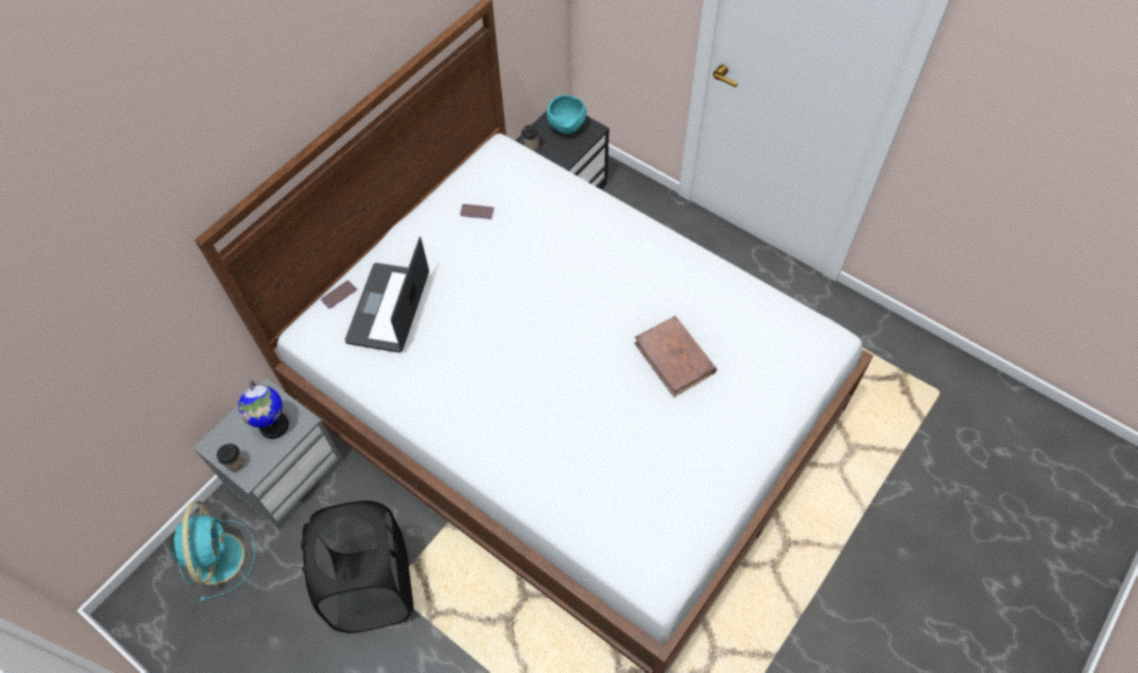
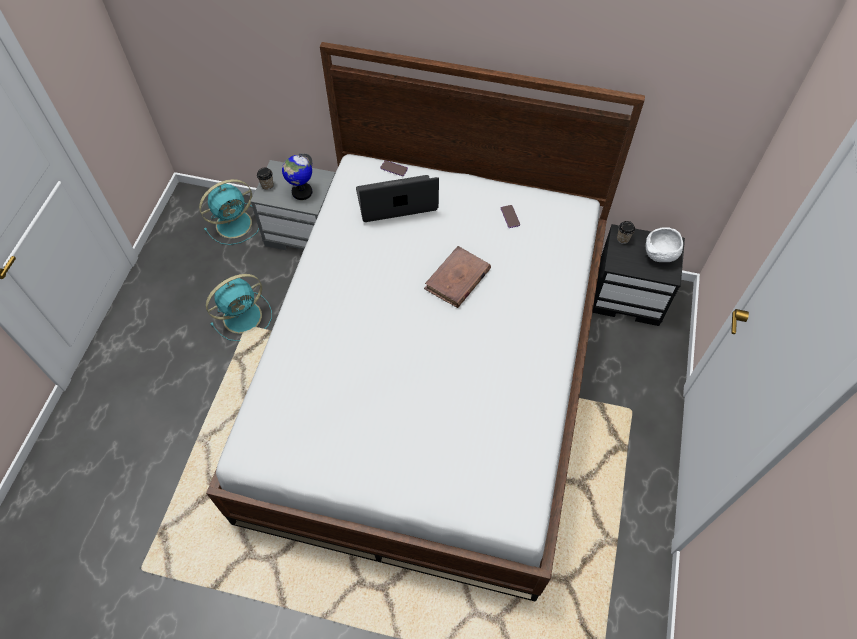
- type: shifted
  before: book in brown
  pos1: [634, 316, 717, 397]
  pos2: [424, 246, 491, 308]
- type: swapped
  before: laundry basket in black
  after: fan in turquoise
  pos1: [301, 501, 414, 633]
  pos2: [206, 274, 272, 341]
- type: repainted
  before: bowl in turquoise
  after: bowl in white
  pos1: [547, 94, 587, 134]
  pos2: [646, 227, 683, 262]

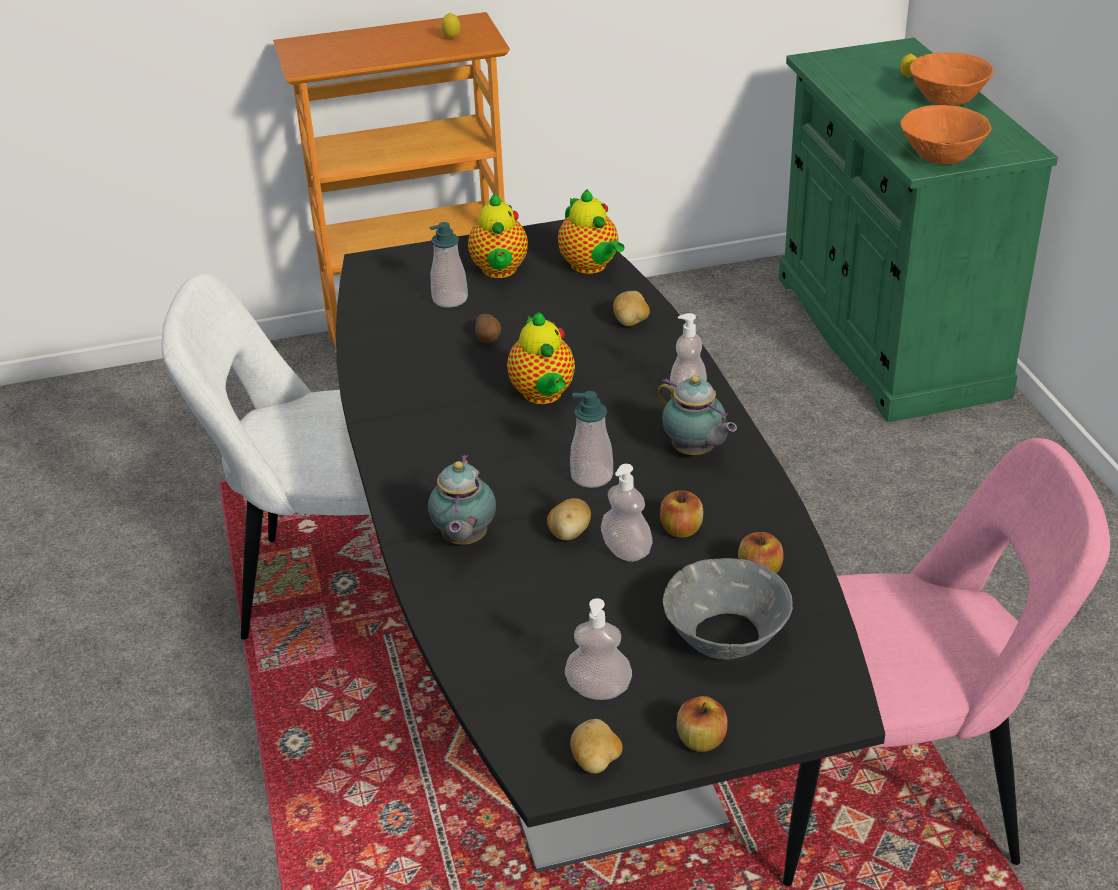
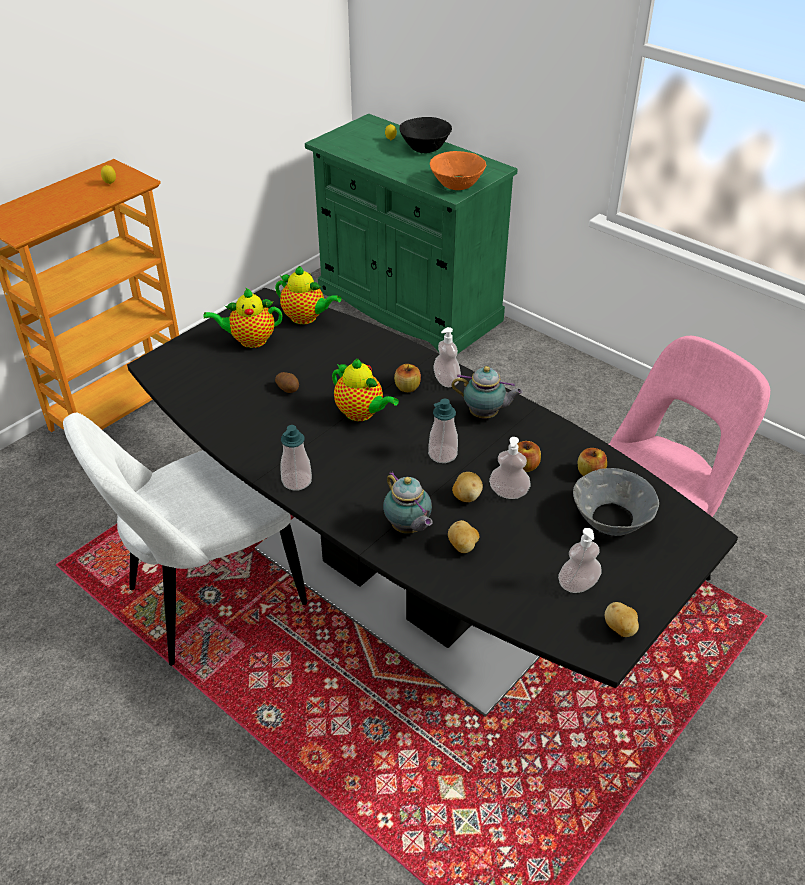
- type: shifted
  before: soap dispenser
  pos1: [429, 222, 468, 308]
  pos2: [280, 425, 312, 491]
- type: shifted
  before: potato
  pos1: [613, 291, 650, 326]
  pos2: [448, 520, 479, 553]
- type: shifted
  before: apple
  pos1: [676, 696, 728, 752]
  pos2: [394, 364, 421, 392]
- type: repainted
  before: bowl in orange
  after: bowl in black
  pos1: [910, 52, 993, 106]
  pos2: [399, 117, 452, 153]
- type: rotated
  before: teapot
  pos1: [468, 193, 528, 278]
  pos2: [204, 288, 282, 348]
  turn: 120

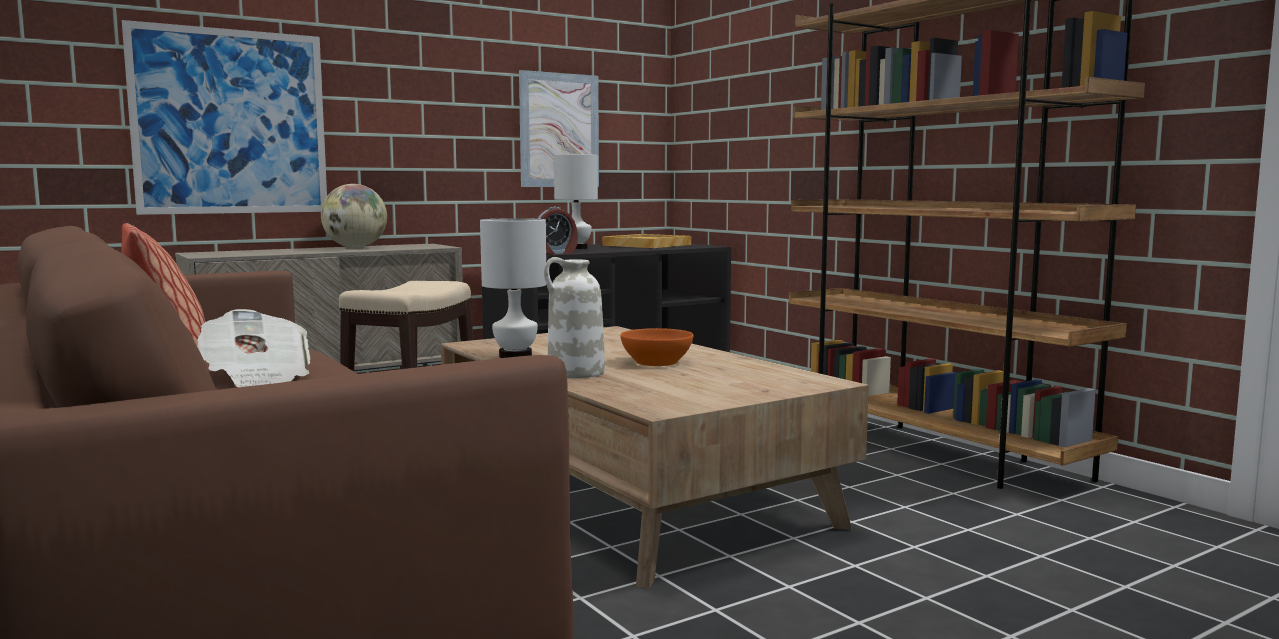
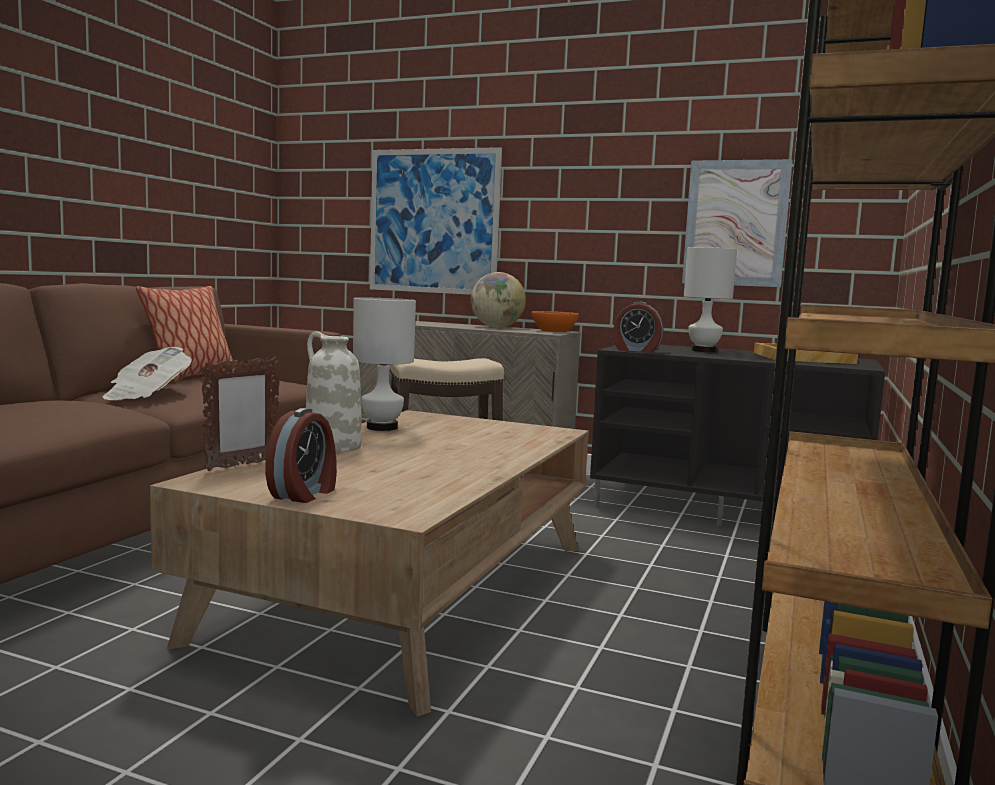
- type: new
  after: picture frame
  pos2: [201, 356, 280, 471]
- type: new
  after: alarm clock
  pos2: [265, 408, 337, 503]
- type: shifted
  before: bowl in orange
  pos1: [620, 328, 693, 366]
  pos2: [532, 311, 579, 332]

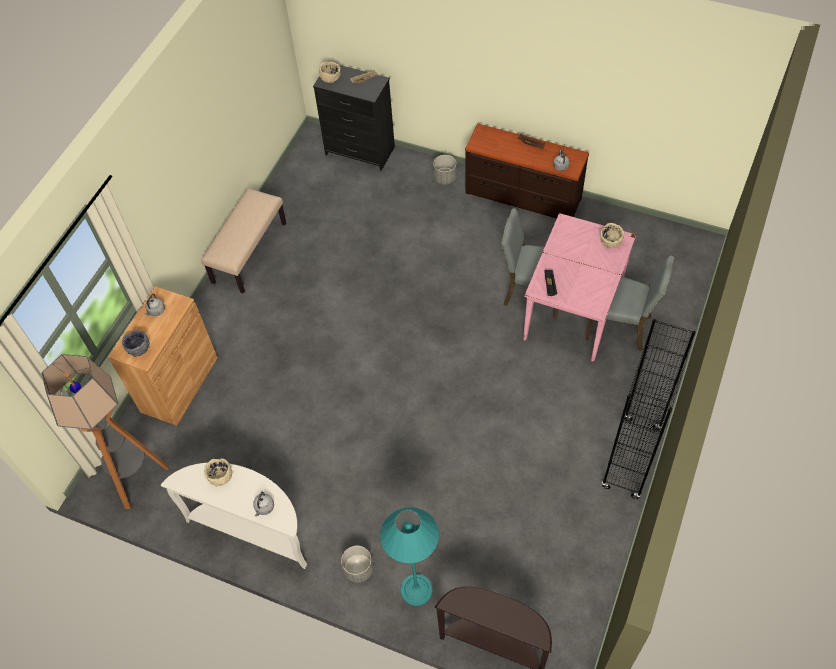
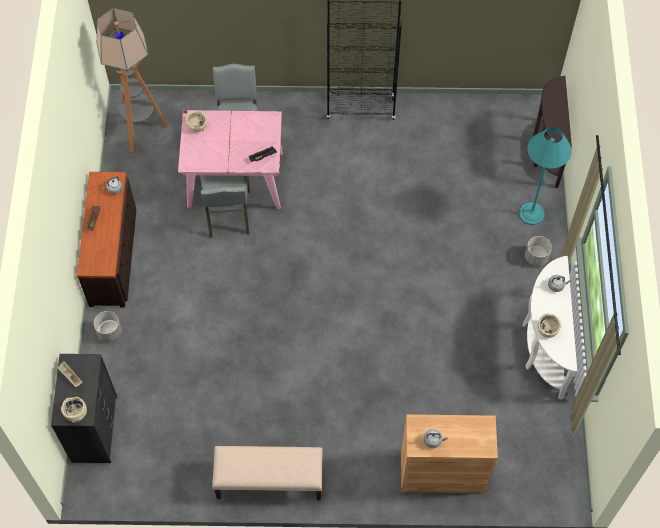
- type: gone
  before: bowl in grey
  pos1: [122, 330, 150, 357]
- type: shifted
  before: floor lamp
  pos1: [41, 354, 169, 509]
  pos2: [97, 8, 168, 152]

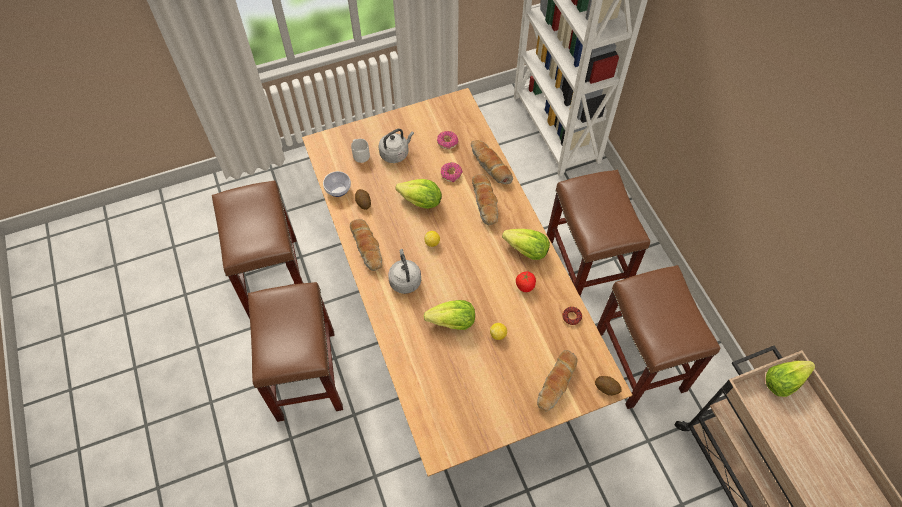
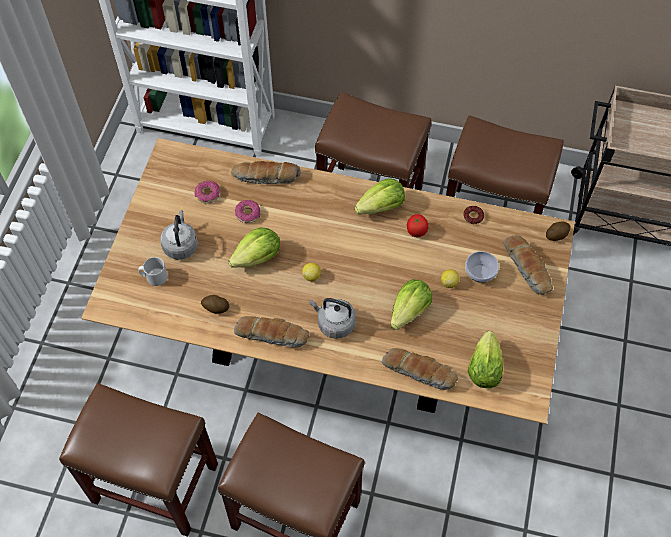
- type: shifted
  before: bowl
  pos1: [323, 171, 351, 197]
  pos2: [465, 251, 499, 283]
- type: shifted
  before: bread
  pos1: [472, 174, 498, 225]
  pos2: [382, 348, 458, 390]
- type: shifted
  before: lettuce
  pos1: [766, 361, 815, 397]
  pos2: [468, 331, 503, 388]

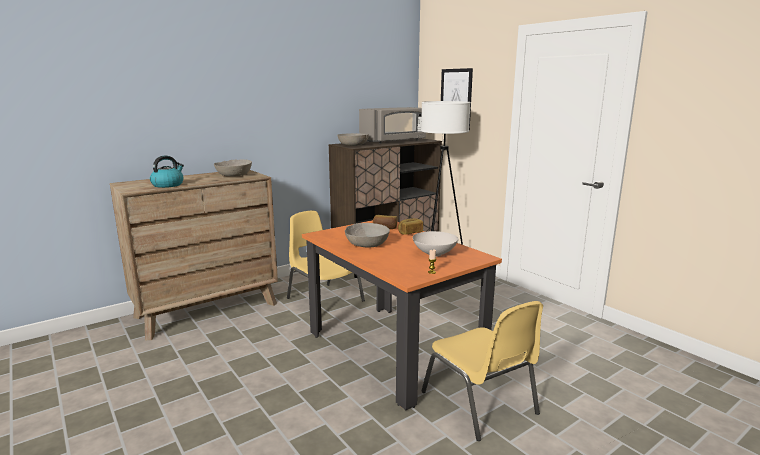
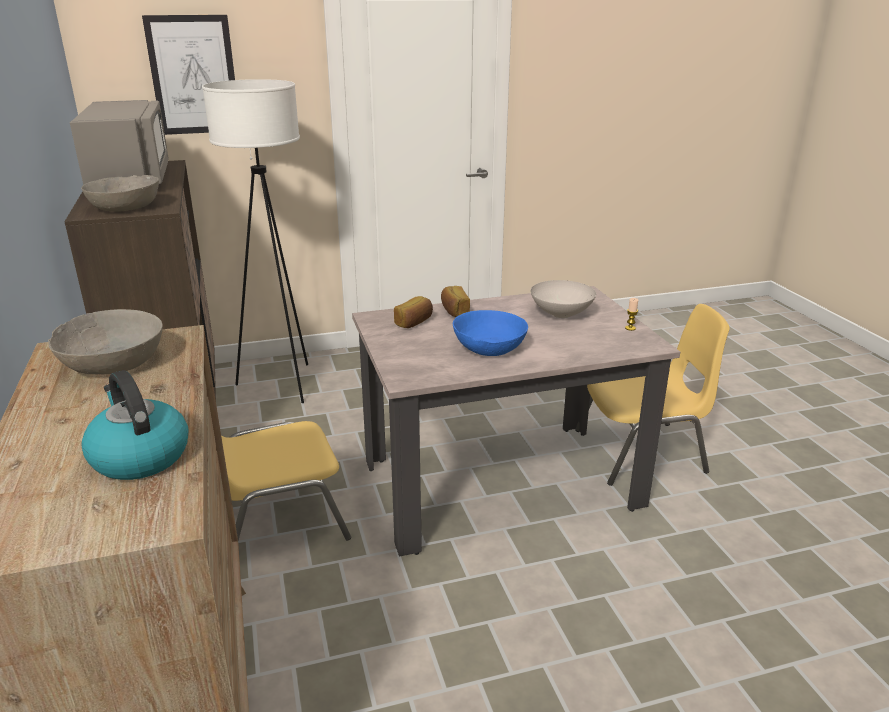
- type: repainted
  before: dining table in orange
  after: dining table in beige
  pos1: [302, 220, 502, 410]
  pos2: [352, 286, 680, 556]
- type: repainted
  before: bowl in grey
  after: bowl in blue
  pos1: [345, 223, 390, 248]
  pos2: [453, 310, 528, 356]

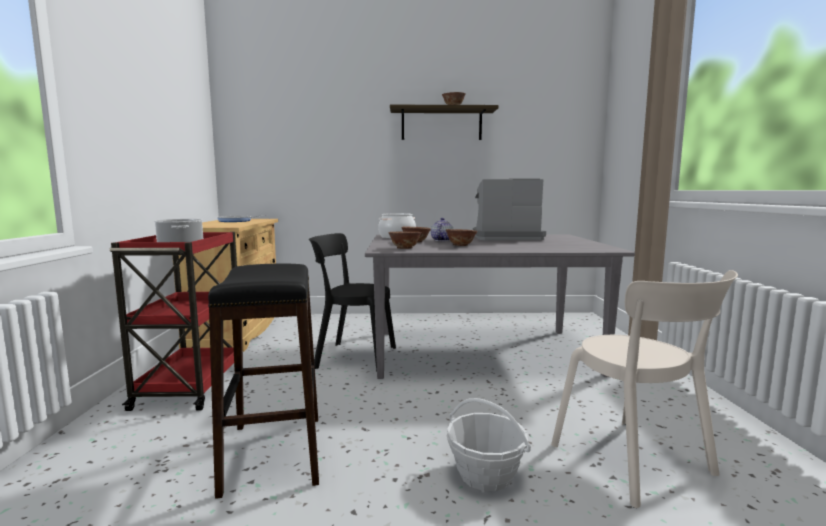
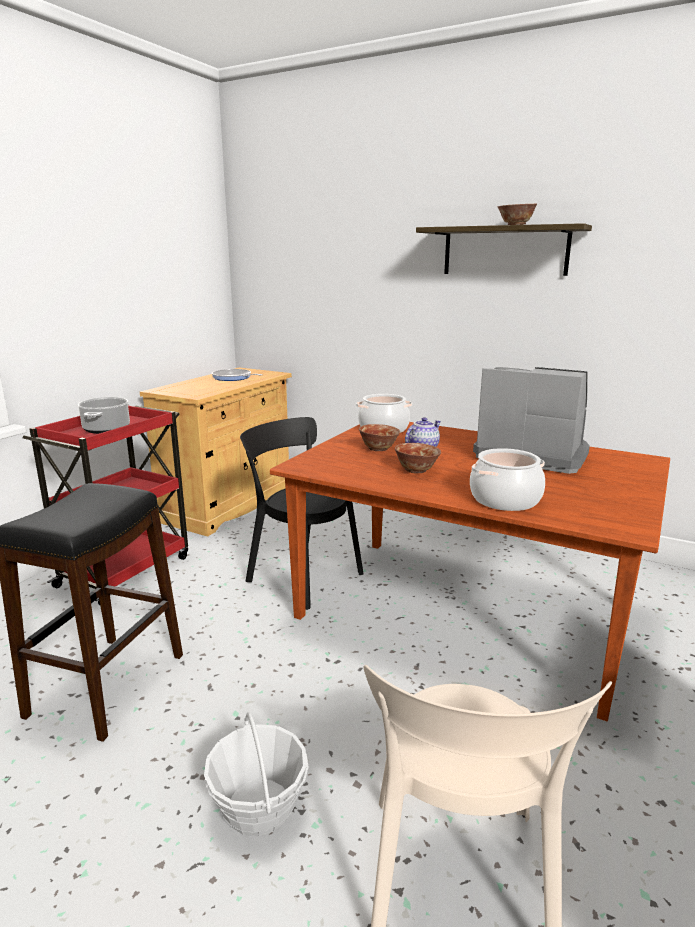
- type: gone
  before: bowl
  pos1: [388, 232, 422, 249]
- type: new
  after: cooking pot
  pos2: [470, 448, 545, 511]
- type: repainted
  before: dining table in grey
  after: dining table in brown
  pos1: [365, 234, 635, 379]
  pos2: [270, 422, 670, 721]

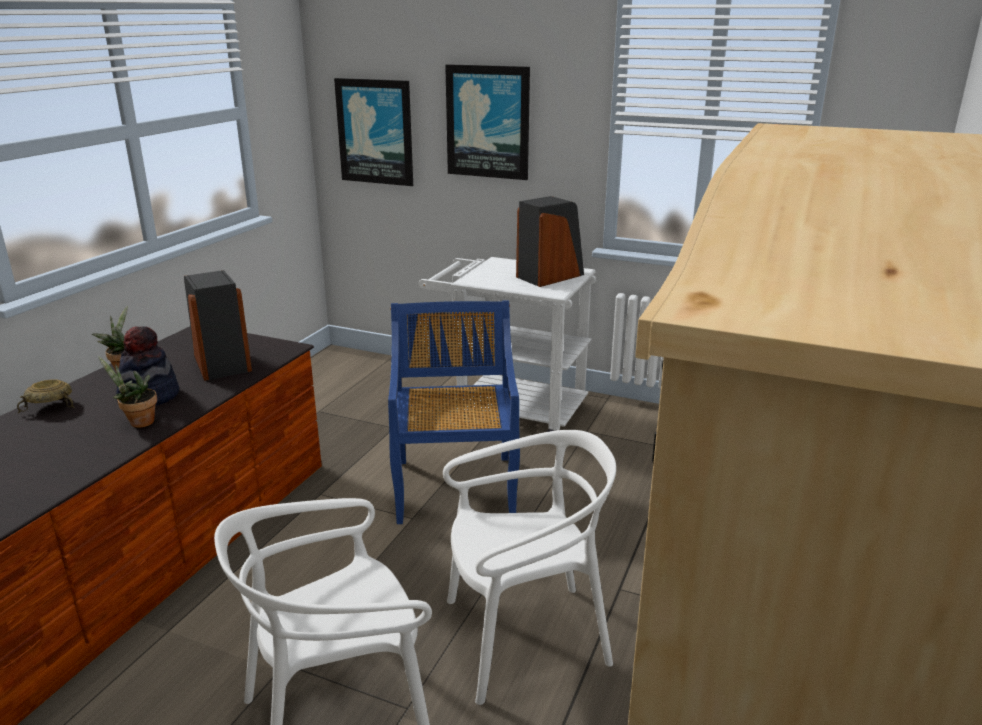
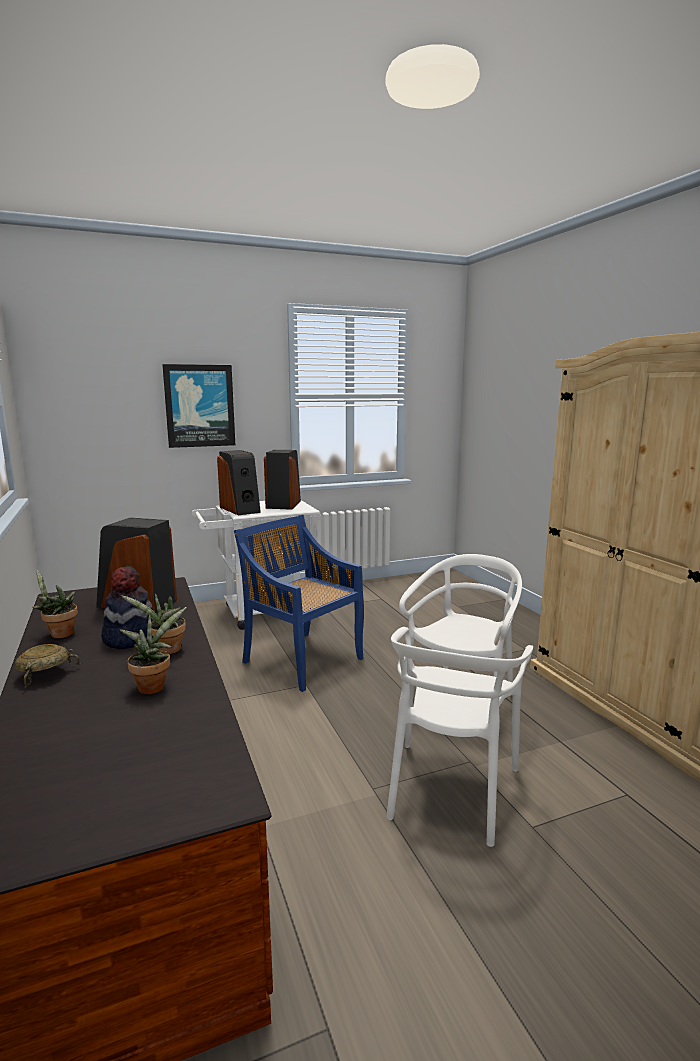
- type: gone
  before: picture
  pos1: [334, 78, 413, 186]
- type: new
  after: potted plant
  pos2: [120, 607, 187, 694]
- type: new
  after: speaker
  pos2: [217, 450, 261, 515]

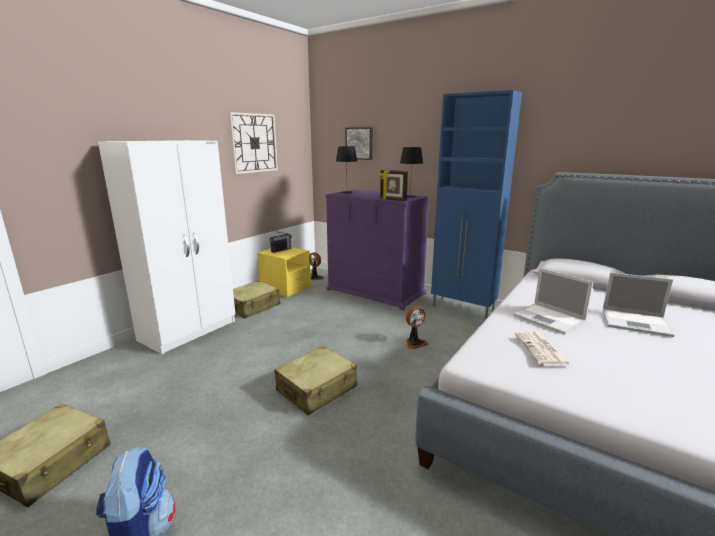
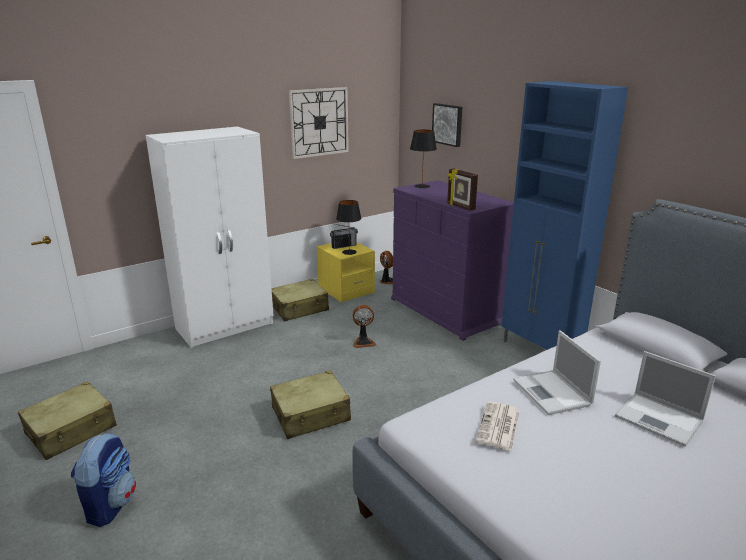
- type: shifted
  before: table lamp in black
  pos1: [400, 147, 423, 198]
  pos2: [336, 200, 361, 255]
- type: shifted
  before: fan
  pos1: [406, 306, 428, 350]
  pos2: [352, 305, 376, 348]

